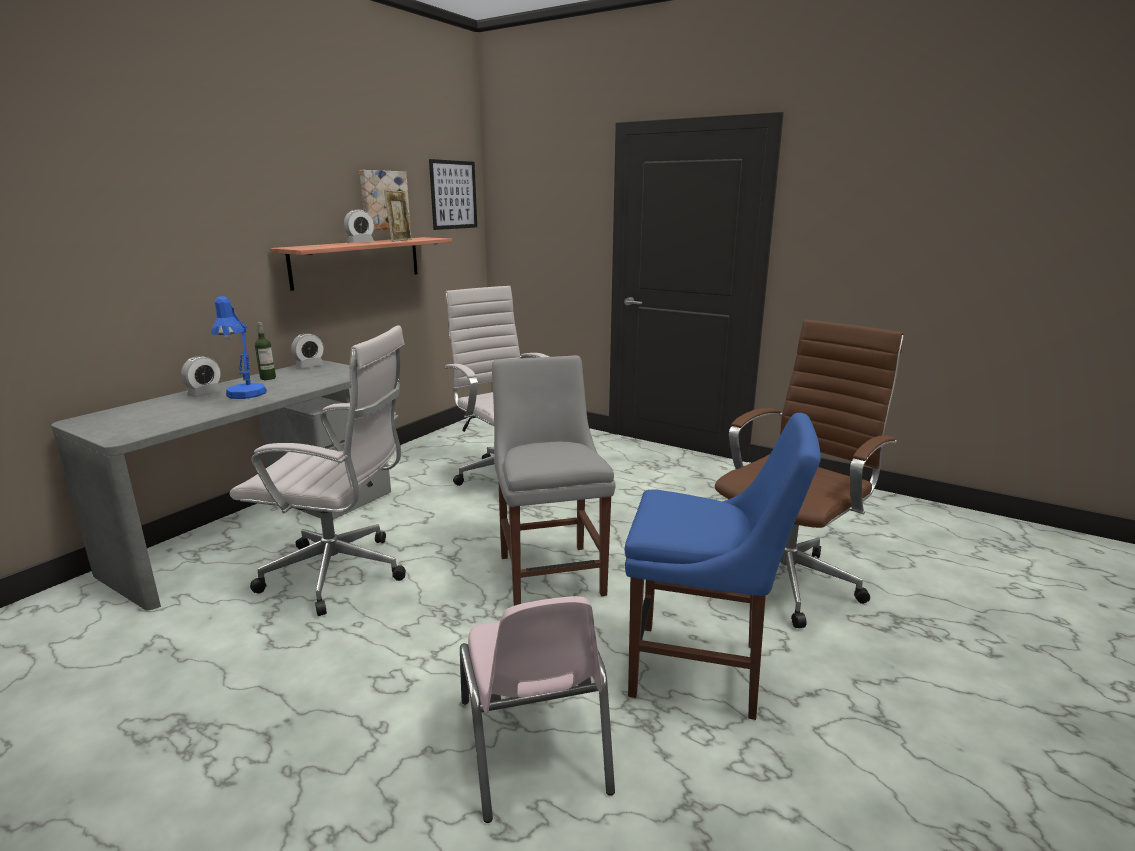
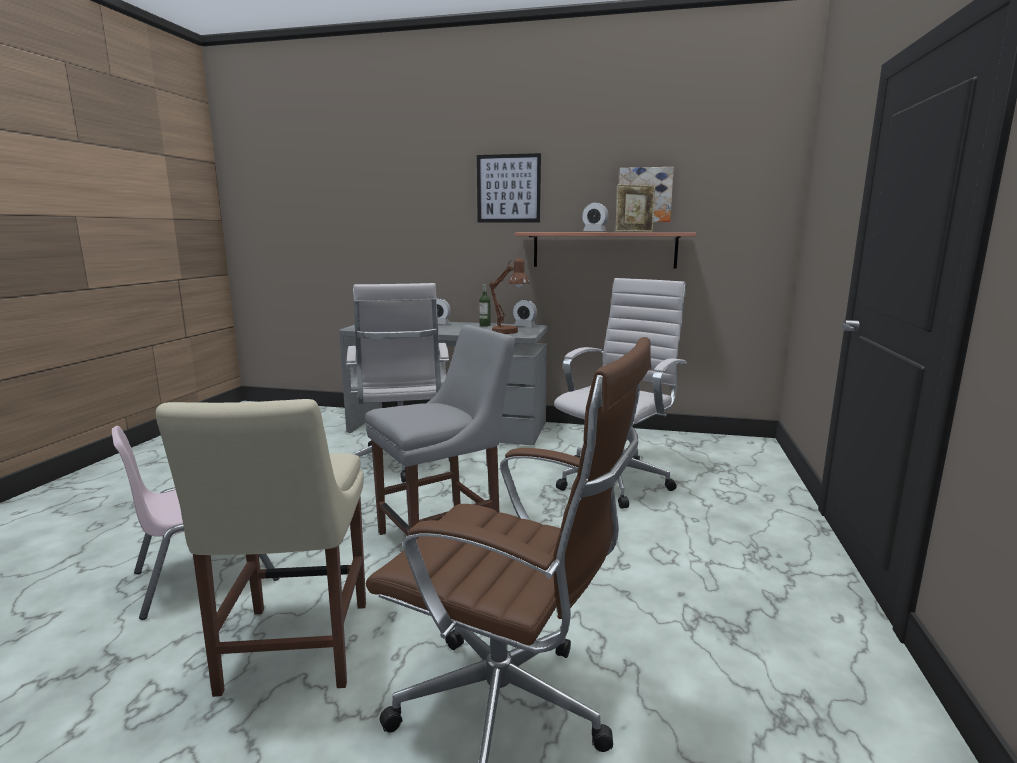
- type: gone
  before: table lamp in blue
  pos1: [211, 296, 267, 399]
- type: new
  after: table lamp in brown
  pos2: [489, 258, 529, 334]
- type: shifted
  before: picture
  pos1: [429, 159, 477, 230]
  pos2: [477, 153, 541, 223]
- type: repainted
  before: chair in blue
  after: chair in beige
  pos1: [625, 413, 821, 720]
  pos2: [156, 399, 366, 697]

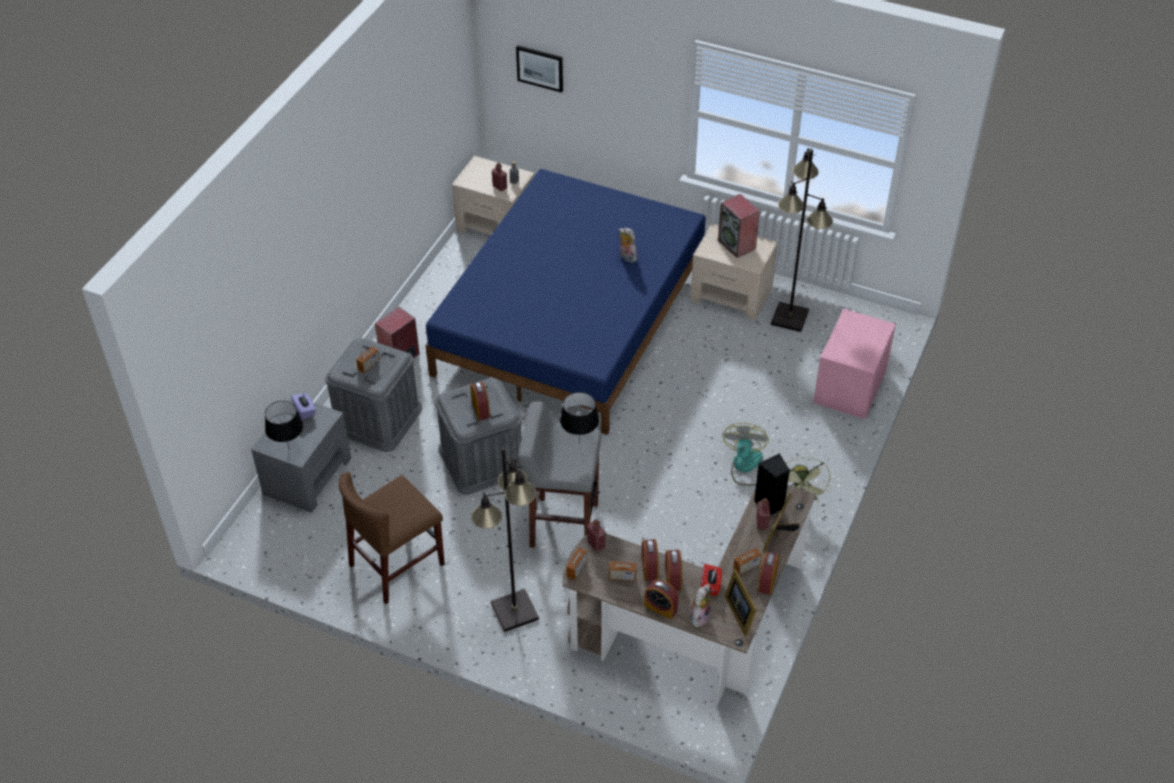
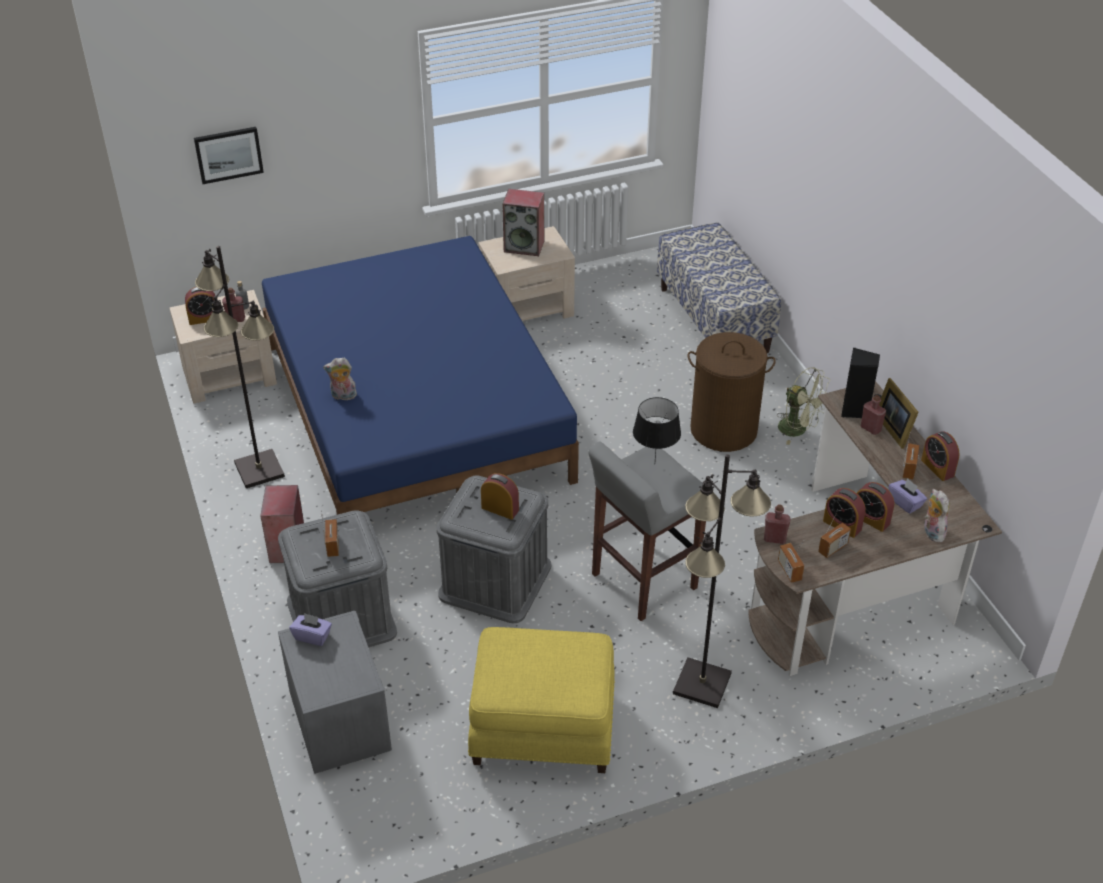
- type: gone
  before: table lamp in black
  pos1: [265, 401, 303, 450]
- type: gone
  before: picture frame
  pos1: [724, 569, 757, 636]
- type: shifted
  before: plush toy
  pos1: [619, 227, 637, 262]
  pos2: [323, 358, 357, 400]
- type: shifted
  before: alarm clock
  pos1: [644, 580, 679, 619]
  pos2: [185, 287, 215, 325]
- type: shifted
  before: floor lamp in black
  pos1: [771, 148, 833, 332]
  pos2: [195, 246, 285, 488]
- type: swapped
  before: chair in brown
  after: ottoman in yellow
  pos1: [339, 472, 445, 604]
  pos2: [468, 627, 615, 773]
- type: swapped
  before: fan
  after: laundry basket in brown
  pos1: [722, 423, 769, 486]
  pos2: [687, 332, 776, 452]
- type: swapped
  before: nightstand in pink
  after: bench
  pos1: [813, 309, 896, 419]
  pos2: [657, 222, 781, 353]
- type: repainted
  before: tissue box in red
  after: tissue box in purple
  pos1: [701, 564, 722, 596]
  pos2: [888, 478, 927, 514]

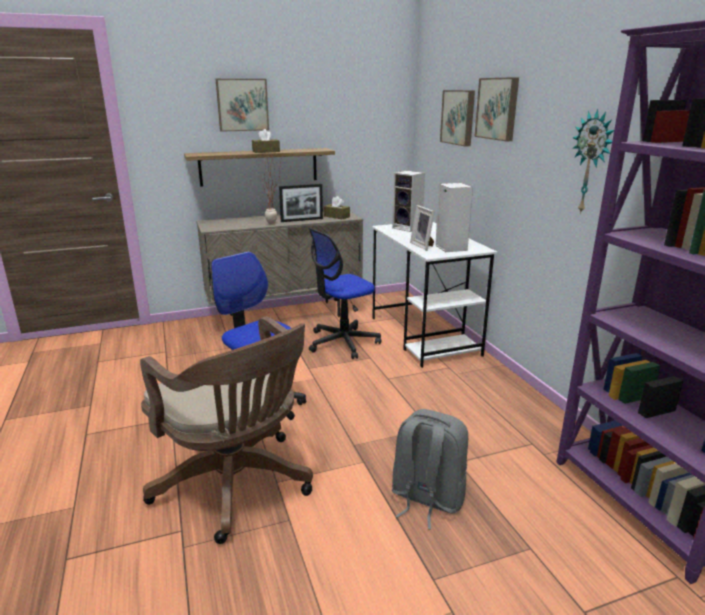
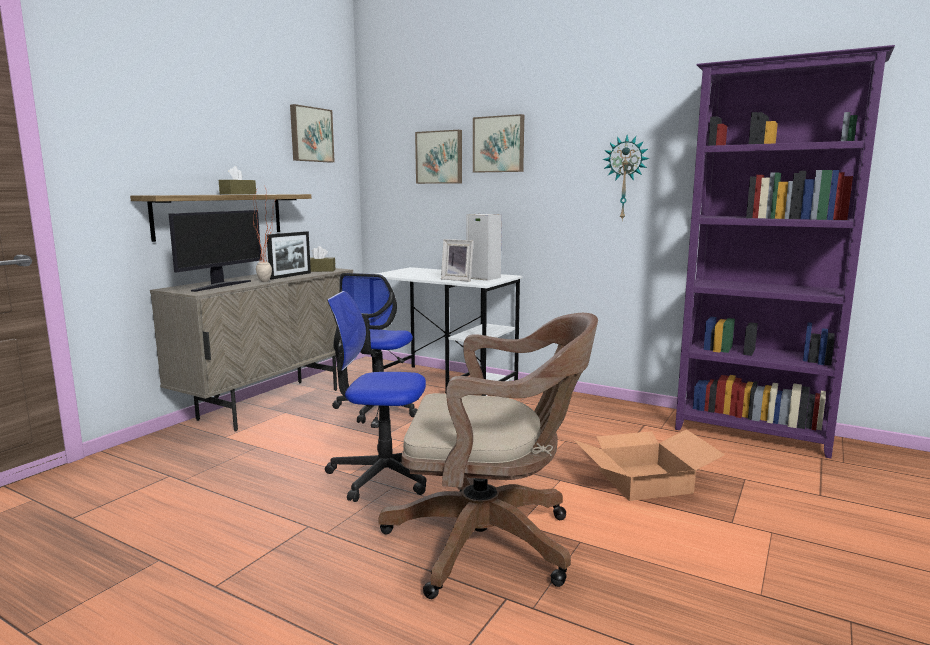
- type: gone
  before: speaker
  pos1: [392, 171, 425, 232]
- type: new
  after: monitor
  pos2: [169, 210, 261, 292]
- type: shifted
  before: picture
  pos1: [216, 79, 269, 132]
  pos2: [290, 104, 335, 162]
- type: swapped
  before: backpack in grey
  after: cardboard box
  pos1: [392, 409, 468, 530]
  pos2: [574, 429, 725, 501]

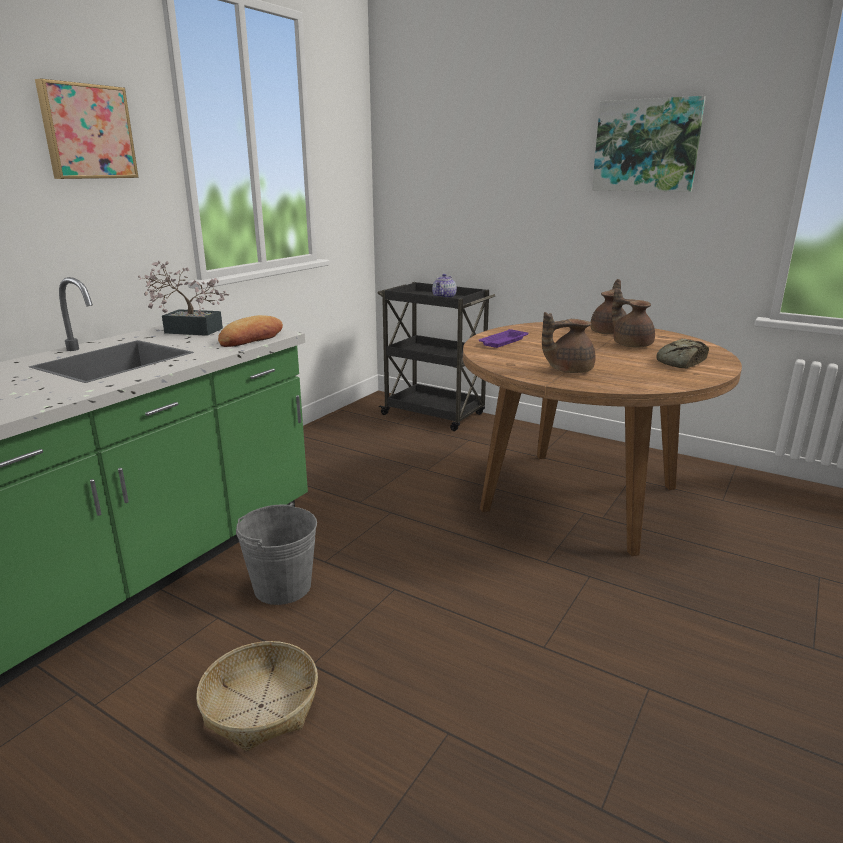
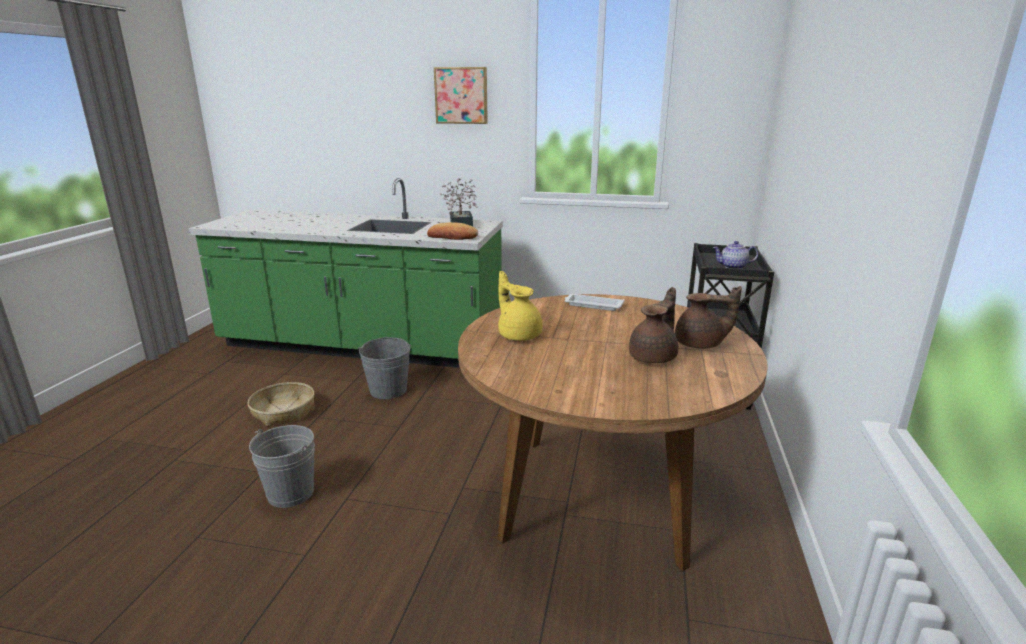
- type: gone
  before: picture
  pos1: [592, 96, 706, 192]
- type: gone
  before: bread
  pos1: [656, 339, 709, 369]
- type: new
  after: bucket in grey
  pos2: [249, 425, 315, 508]
- type: repainted
  before: tray in purple
  after: tray in white
  pos1: [479, 329, 528, 348]
  pos2: [565, 294, 625, 311]
- type: repainted
  before: teapot in brown
  after: teapot in yellow
  pos1: [542, 312, 596, 373]
  pos2: [498, 271, 543, 341]

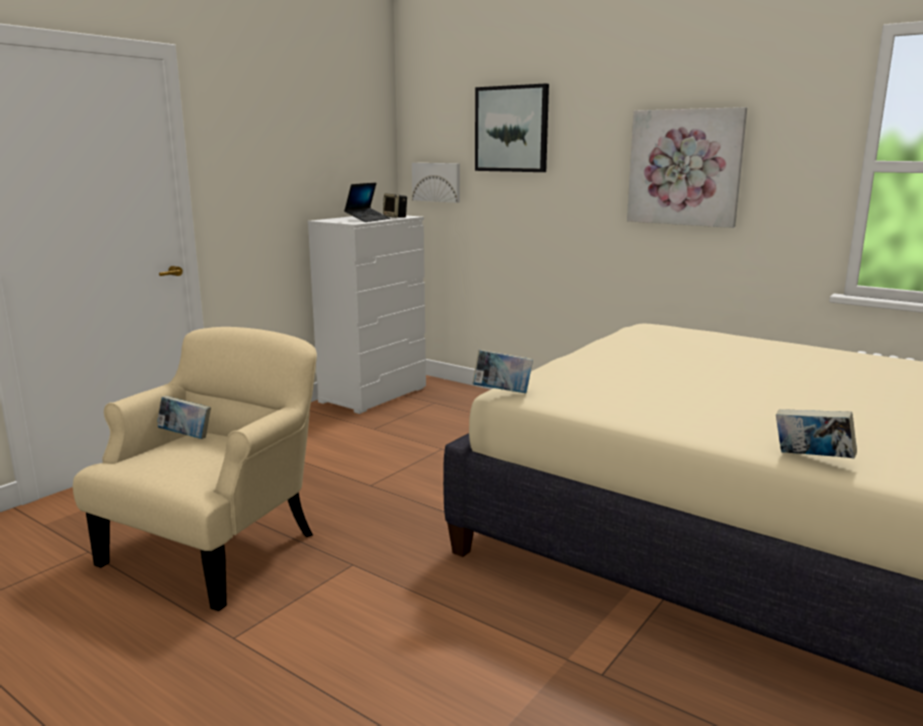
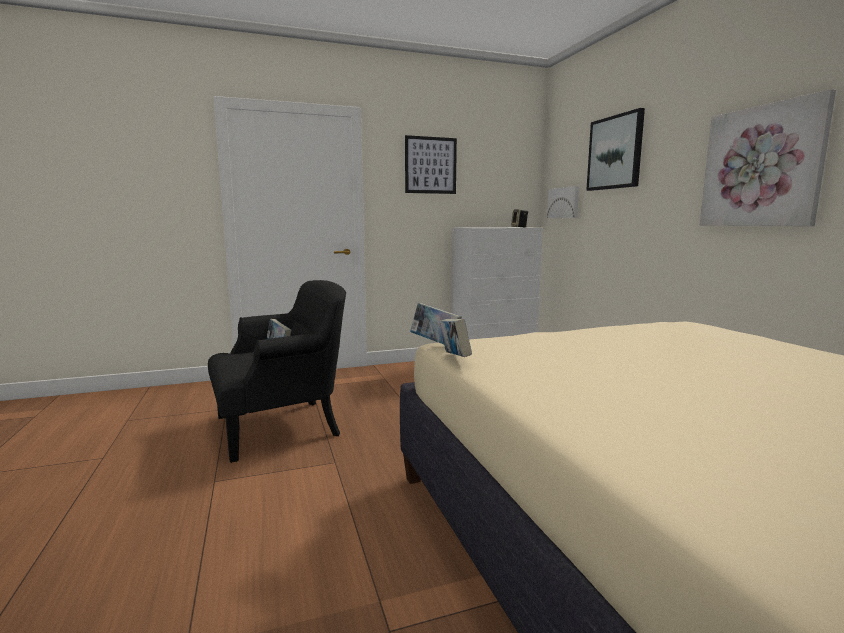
- type: gone
  before: laptop
  pos1: [344, 183, 390, 222]
- type: new
  after: picture
  pos2: [405, 135, 457, 194]
- type: shifted
  before: book
  pos1: [776, 409, 857, 458]
  pos2: [439, 319, 472, 357]
- type: repainted
  before: armchair in beige
  after: armchair in black
  pos1: [73, 327, 317, 611]
  pos2: [208, 280, 346, 463]

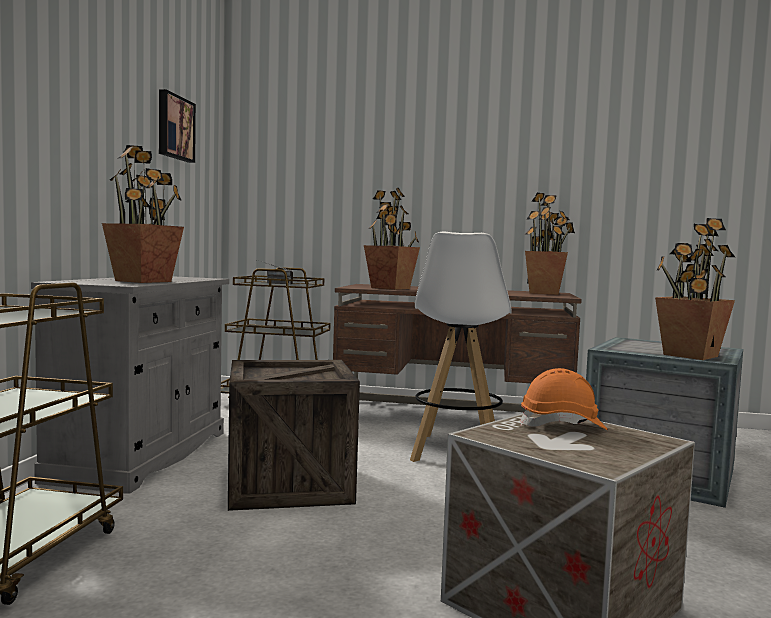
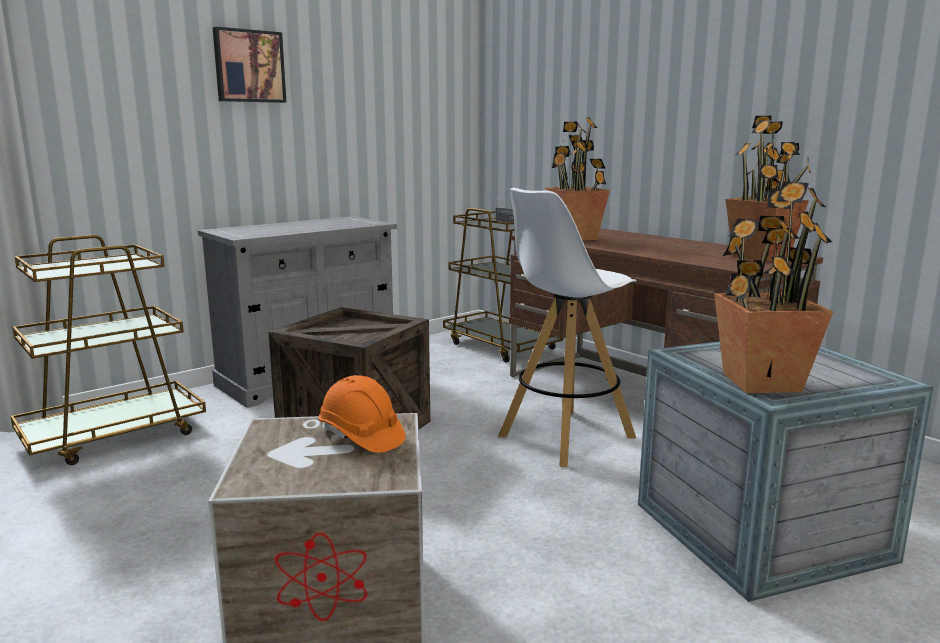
- type: gone
  before: potted plant
  pos1: [102, 145, 184, 283]
- type: shifted
  before: picture
  pos1: [159, 89, 196, 163]
  pos2: [213, 27, 286, 103]

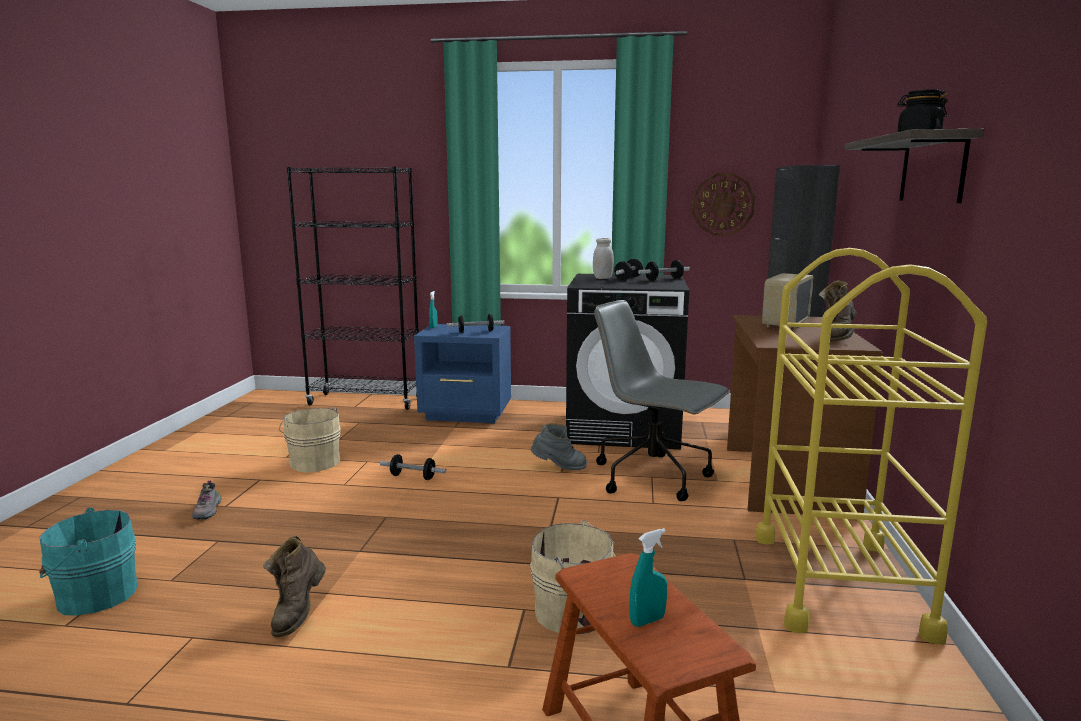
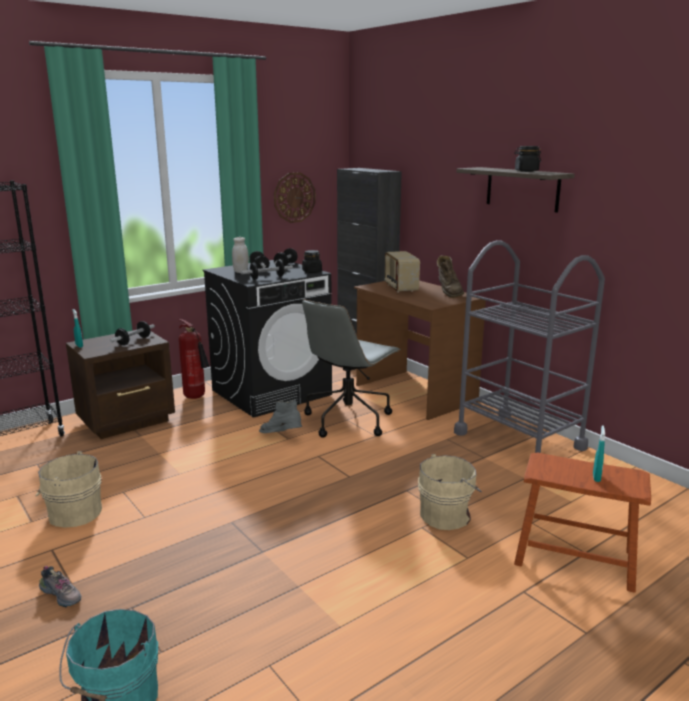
- type: gone
  before: boot in brown
  pos1: [263, 536, 326, 637]
- type: new
  after: fire extinguisher
  pos2: [179, 319, 210, 399]
- type: new
  after: jar in black
  pos2: [302, 250, 322, 273]
- type: shifted
  before: dumbbell
  pos1: [380, 454, 446, 480]
  pos2: [241, 260, 293, 280]
- type: repainted
  before: nightstand in blue
  after: nightstand in brown
  pos1: [414, 324, 511, 423]
  pos2: [66, 330, 175, 439]
- type: repainted
  before: cart in yellow
  after: cart in grey
  pos1: [755, 248, 987, 644]
  pos2: [454, 240, 605, 453]
- type: rotated
  before: boot in grey
  pos1: [531, 423, 587, 470]
  pos2: [259, 400, 302, 433]
  turn: -105
- type: rotated
  before: office chair in grey
  pos1: [594, 300, 730, 501]
  pos2: [302, 299, 401, 438]
  turn: -45

